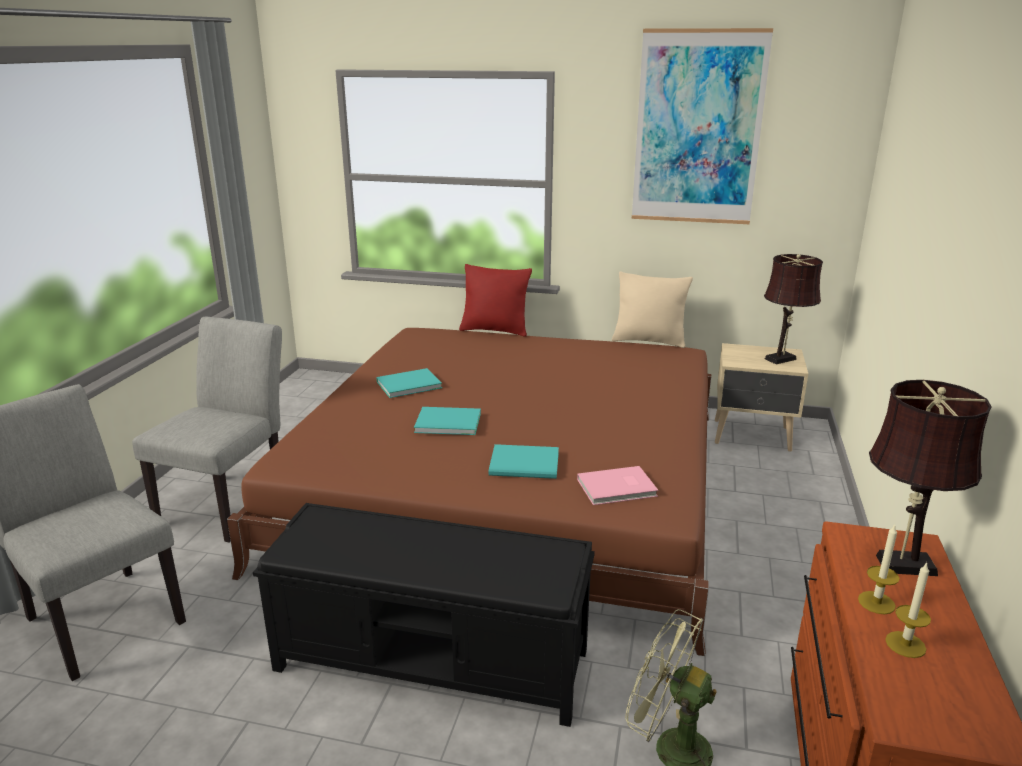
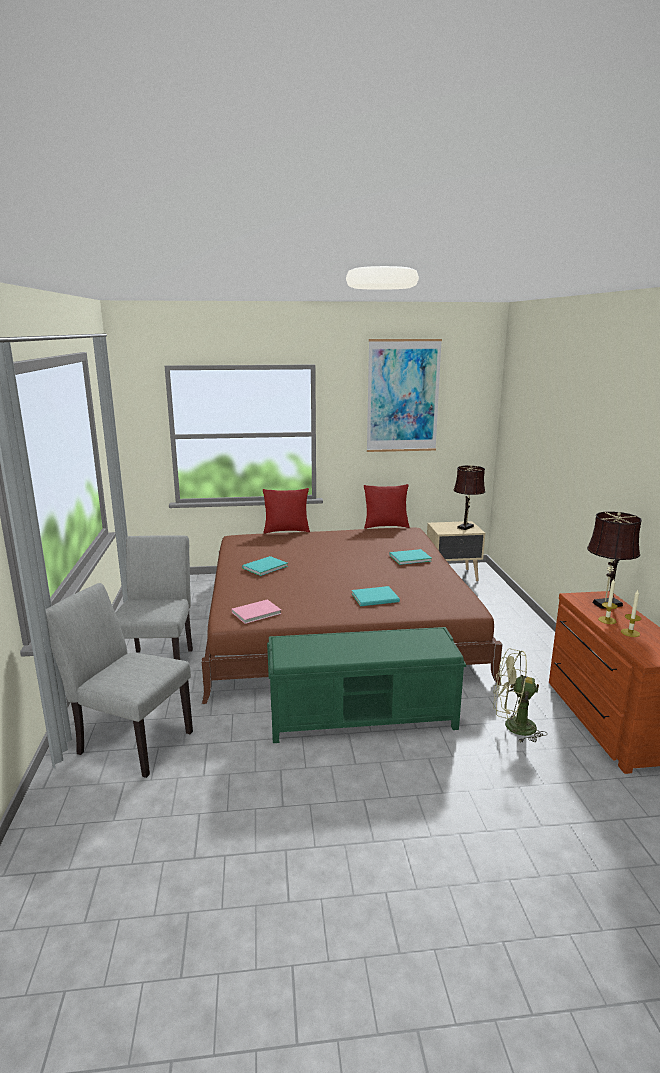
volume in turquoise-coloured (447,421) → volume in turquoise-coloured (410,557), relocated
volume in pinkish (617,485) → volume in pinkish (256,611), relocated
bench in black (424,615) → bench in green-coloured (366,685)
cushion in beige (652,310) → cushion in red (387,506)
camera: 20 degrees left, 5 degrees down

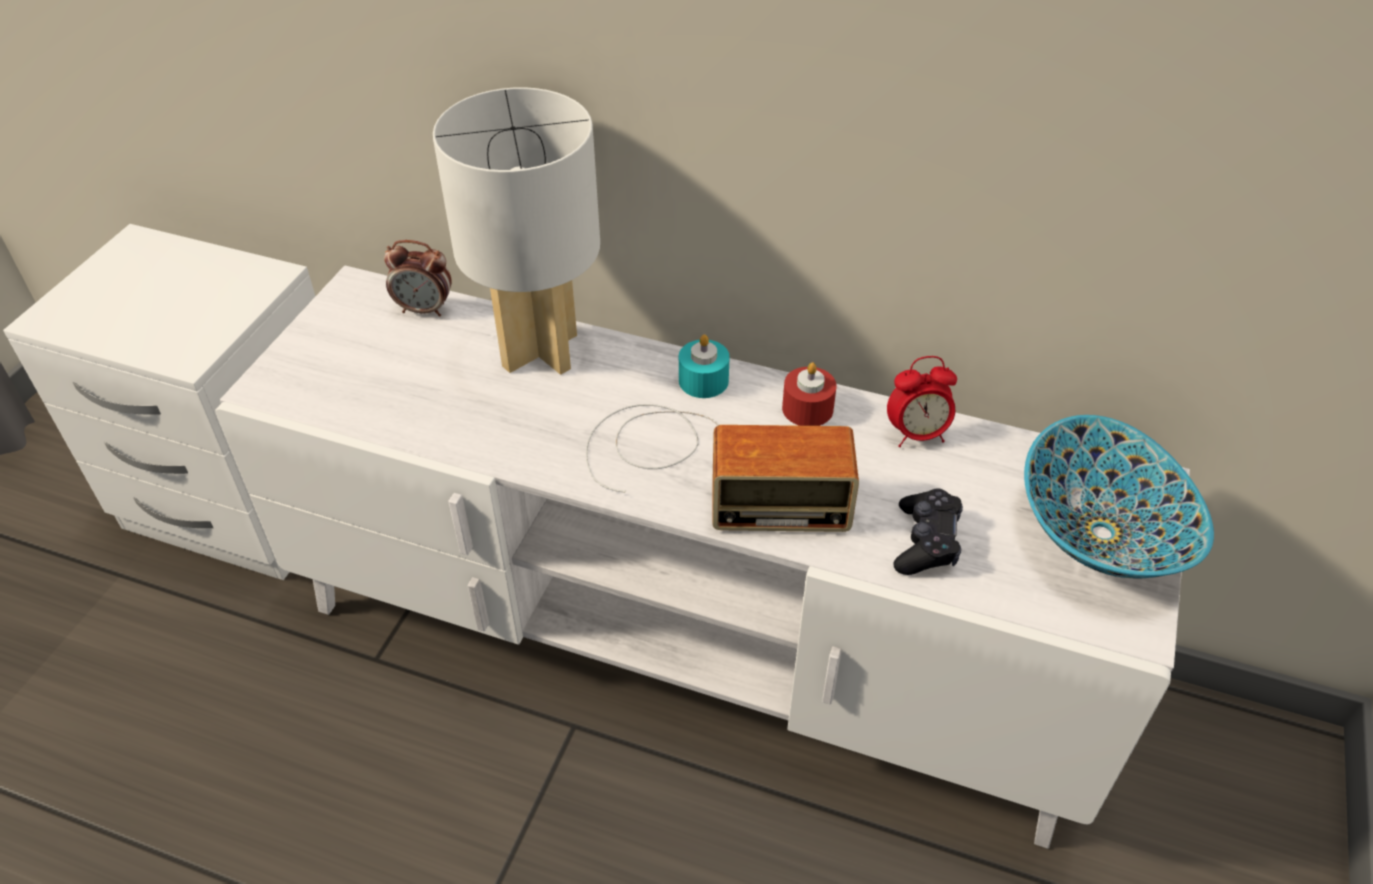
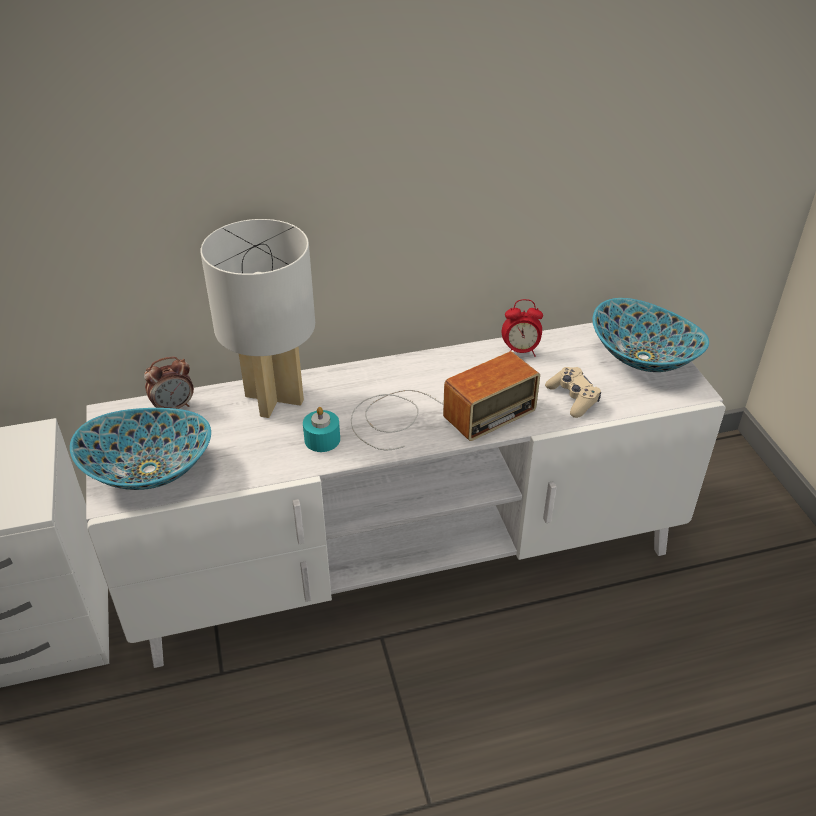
candle in red (809,394) → -
- → bowl (140,449)
candle in turquoise-coloured (704,366) → candle in turquoise-coloured (321,429), relocated
gamepad in black (928,531) → gamepad in beige (573,392)
bedside clock (922,401) → bedside clock (522,328), 45 degrees clockwise
camera: 35 degrees left, 5 degrees down

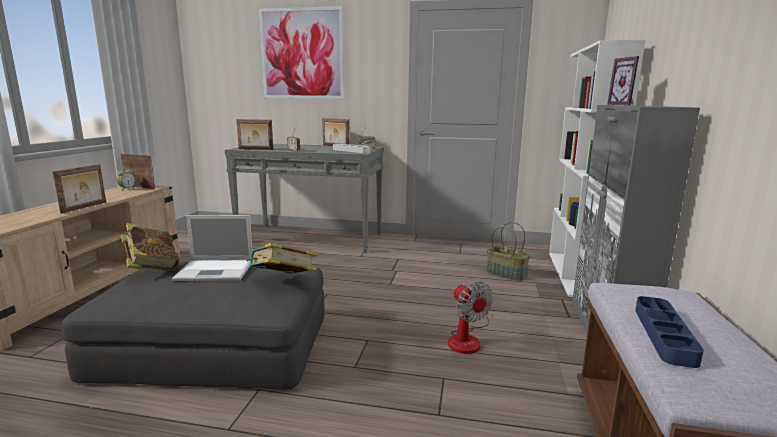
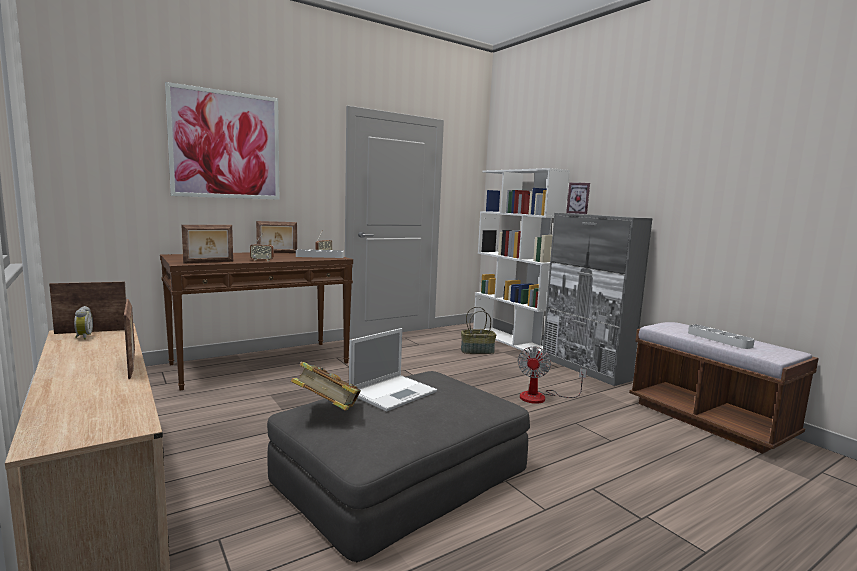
volume (282,258) → -
hall table in gray (304,198) → hall table in brown-coloured (256,321)
serving tray in bluish (669,332) → serving tray in gray (721,336)
fan (470,318) → fan (552,375), 90 degrees clockwise
camera: 45 degrees left, 5 degrees down

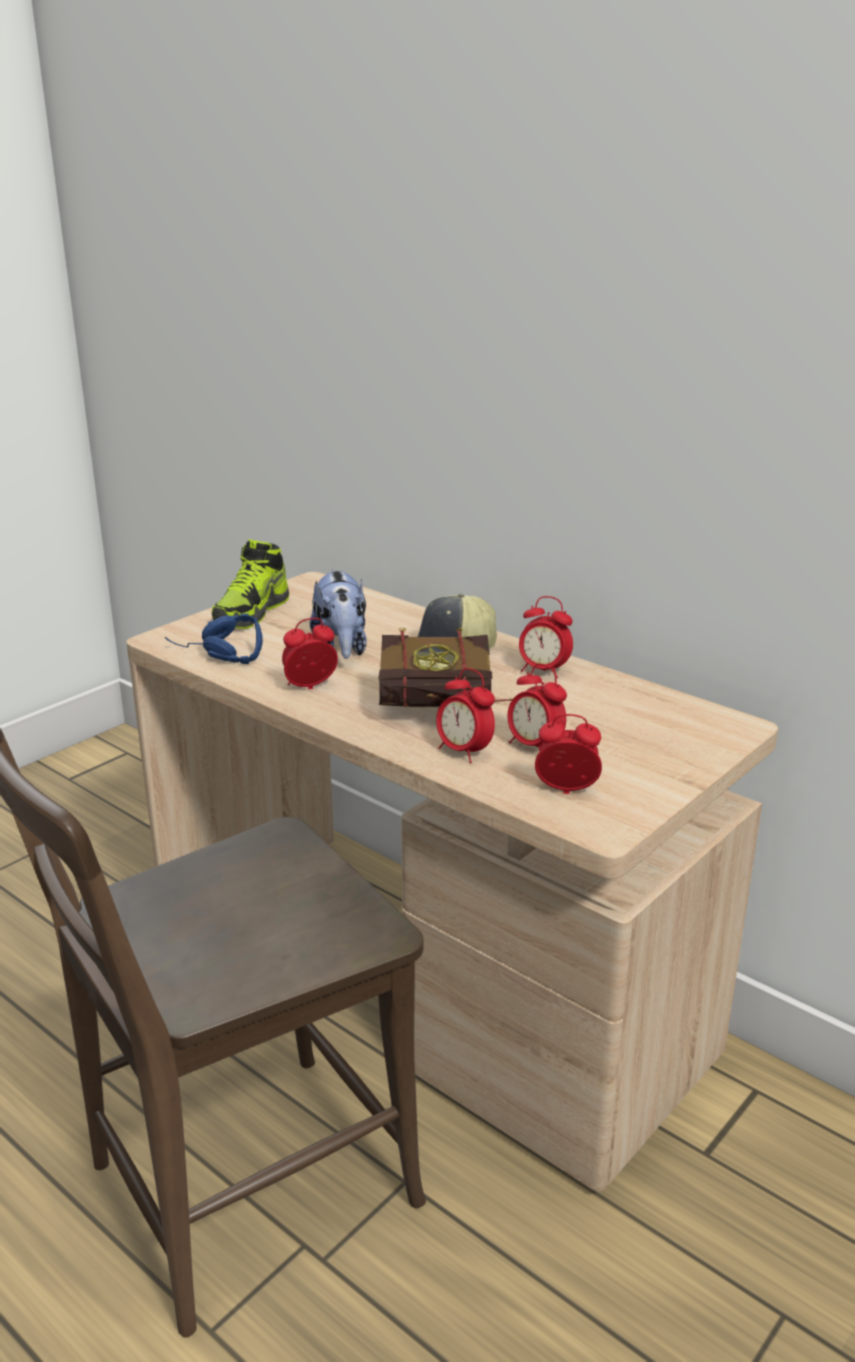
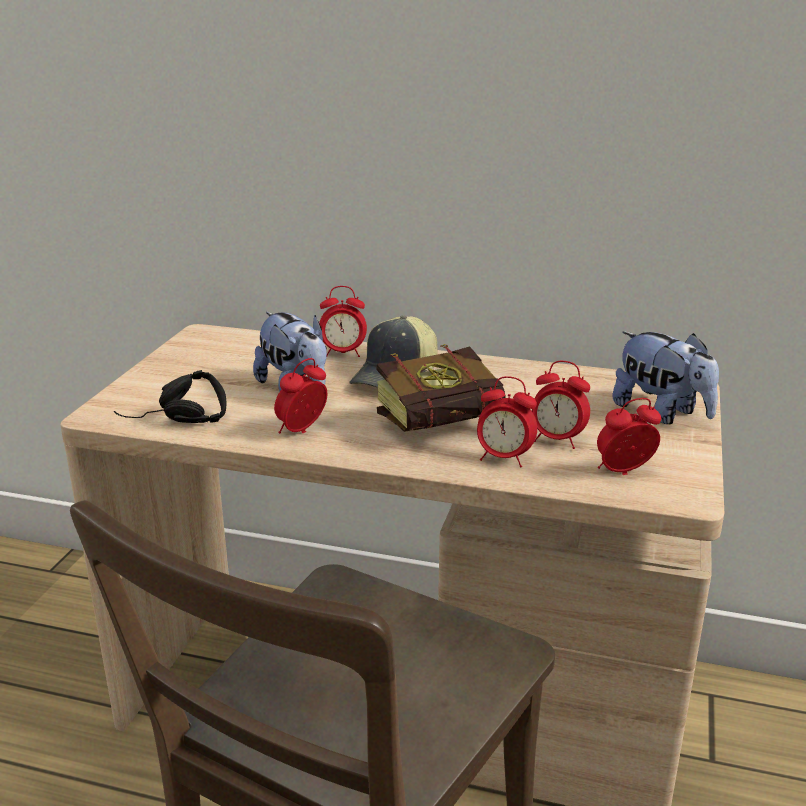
item of footwear (250,584) → -
- → cuddly toy (665,377)
bedside clock (546,637) → bedside clock (343,321), relocated
headset in bluish (214,638) → headset in black (170,396)
camera: 25 degrees left, 0 degrees up

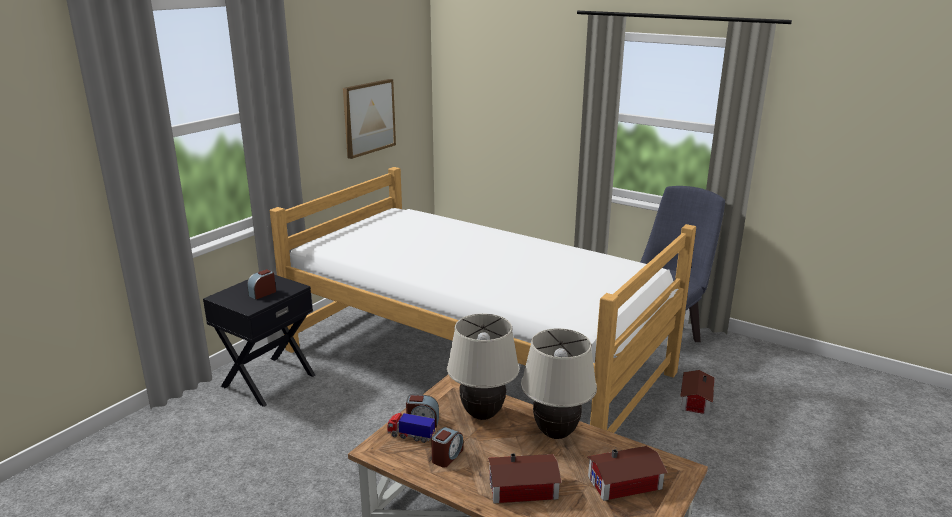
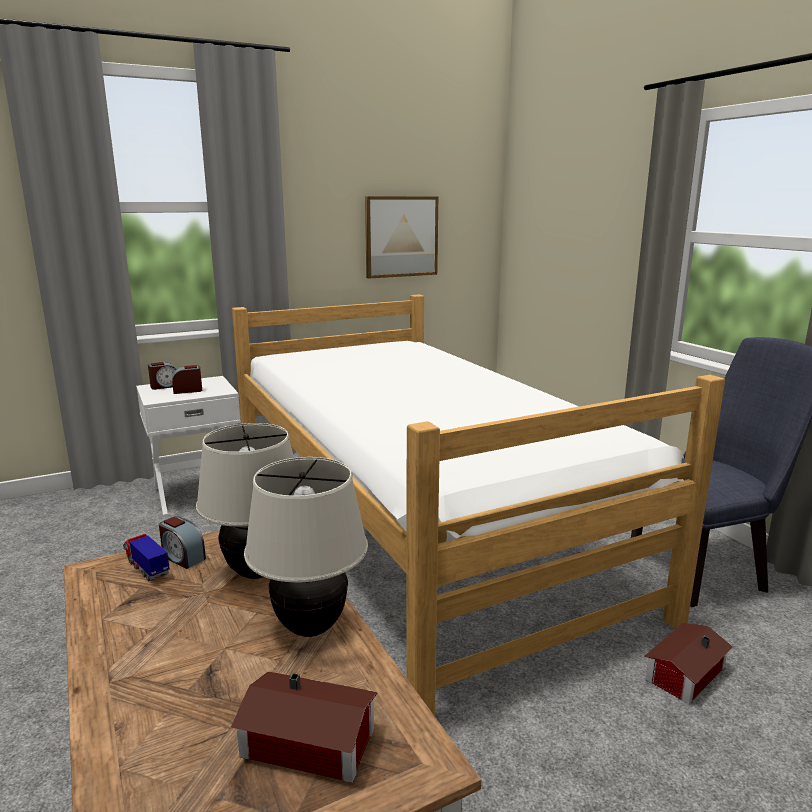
miniature house (525,478) → -
bedside clock (447,447) → bedside clock (162,376), relocated
night table in black (259,341) → night table in whitish (188,445)
camera: 30 degrees right, 5 degrees down

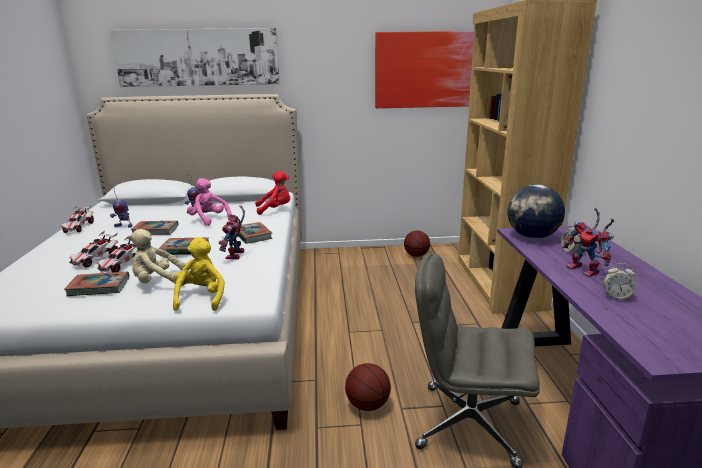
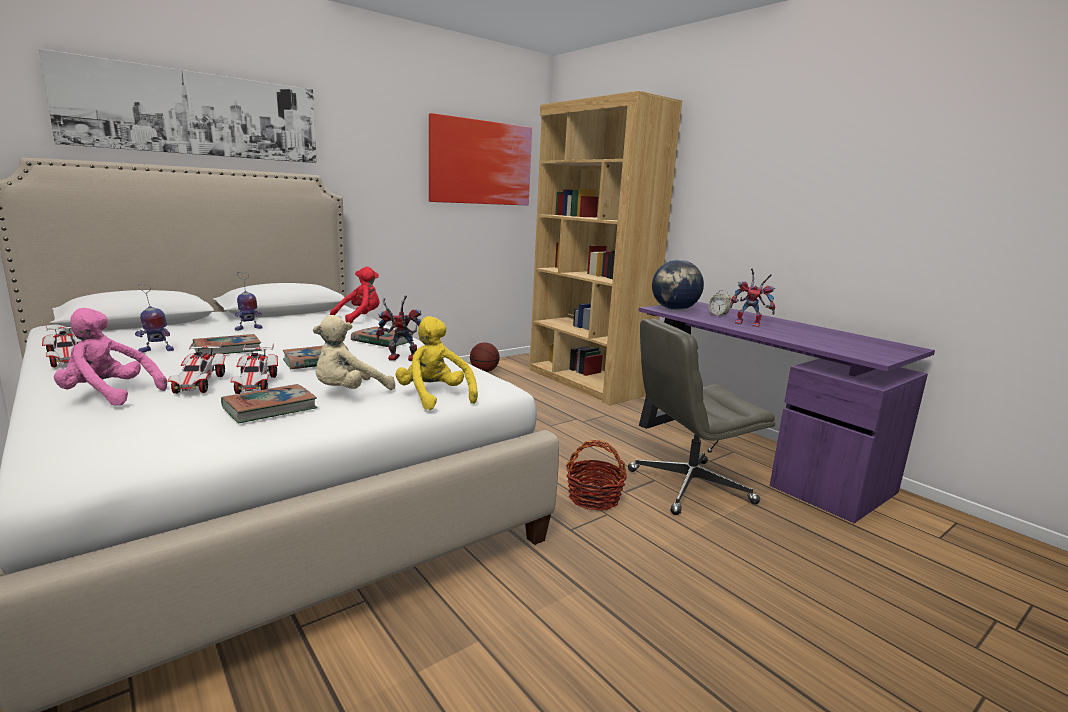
bedside clock (620,281) → -
cuddly toy in pinkish (209,202) → cuddly toy in pinkish (110,357), relocated
basketball ball (368,387) → household basket (596,475)
toy robot (231,232) → toy robot (399,328), 120 degrees clockwise
camera: 35 degrees left, 5 degrees down

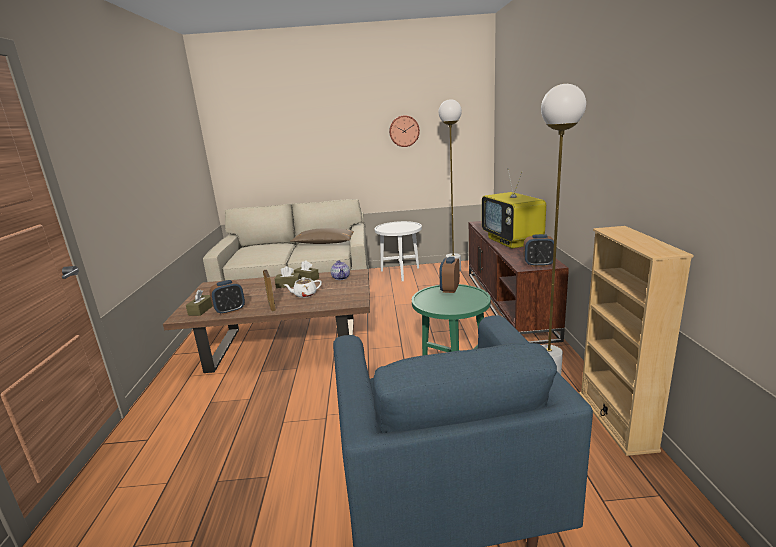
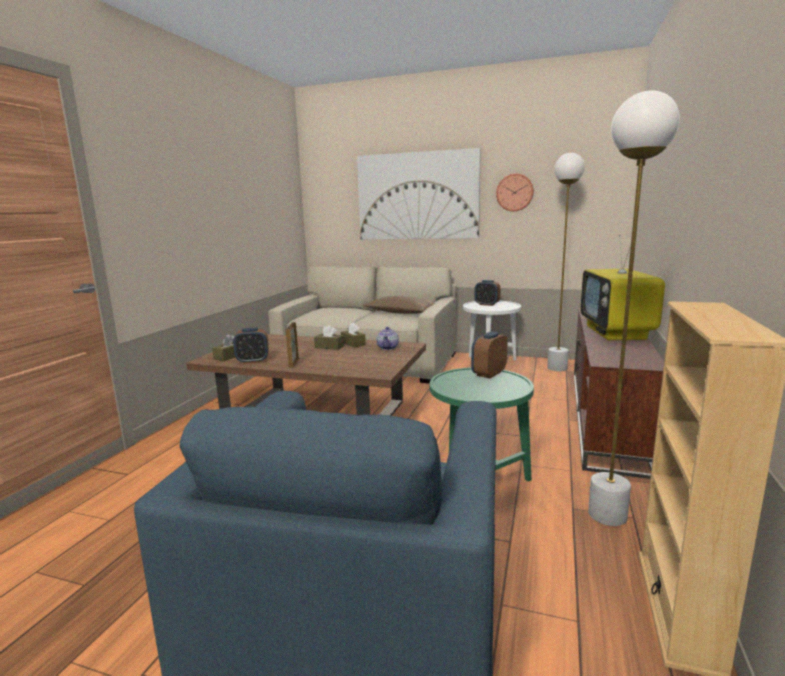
teapot in whitish (303,287) → -
- → wall art (419,193)
bedside clock (538,250) → bedside clock (487,293), relocated
camera: 20 degrees right, 5 degrees down

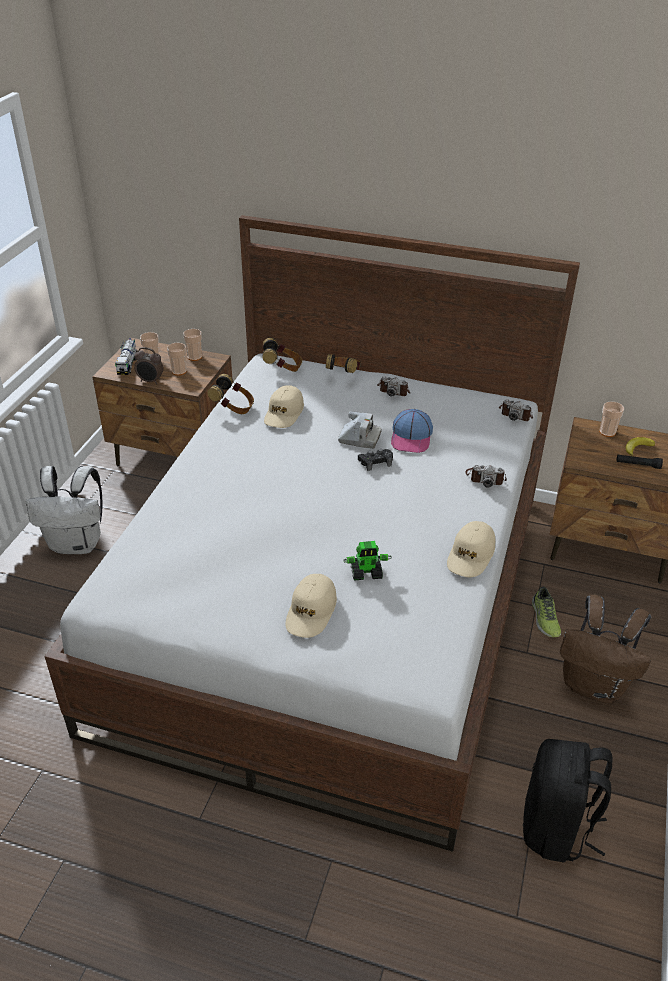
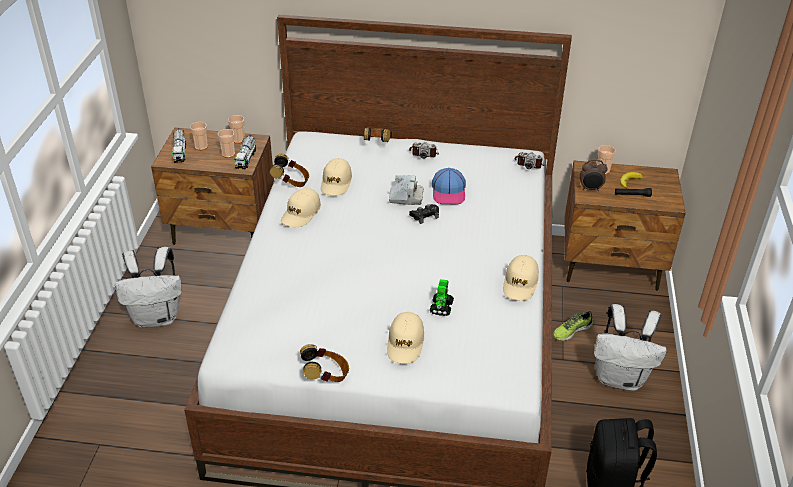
still camera (486,476) → -
- → toy truck (245,152)
- → baseball cap in beige (301,207)
bedside clock (149,365) → bedside clock (594,175), relocated
headset (282,355) → headset (324,363), relocated
knapsack in brown-coloured (605,649) → knapsack in whitish (630,347)
toy robot (367,561) → toy robot (442,297), 60 degrees counterclockwise
item of footwear (546,612) → item of footwear (573,326), 75 degrees clockwise
camera: 10 degrees left, 0 degrees up

